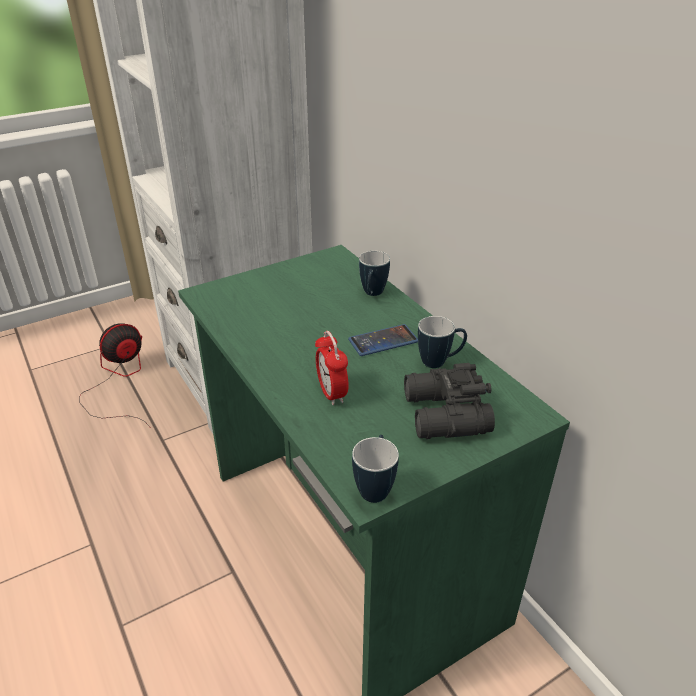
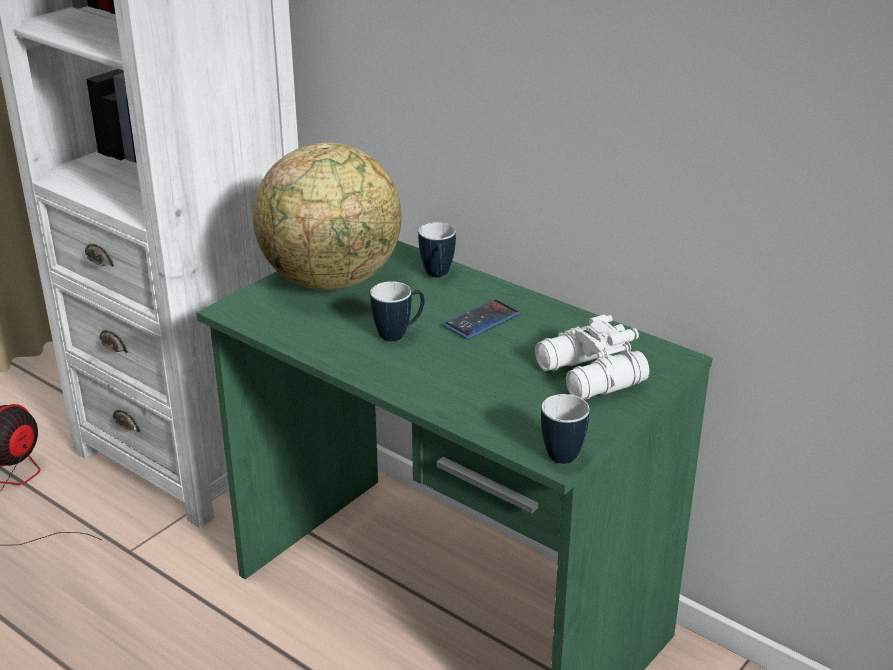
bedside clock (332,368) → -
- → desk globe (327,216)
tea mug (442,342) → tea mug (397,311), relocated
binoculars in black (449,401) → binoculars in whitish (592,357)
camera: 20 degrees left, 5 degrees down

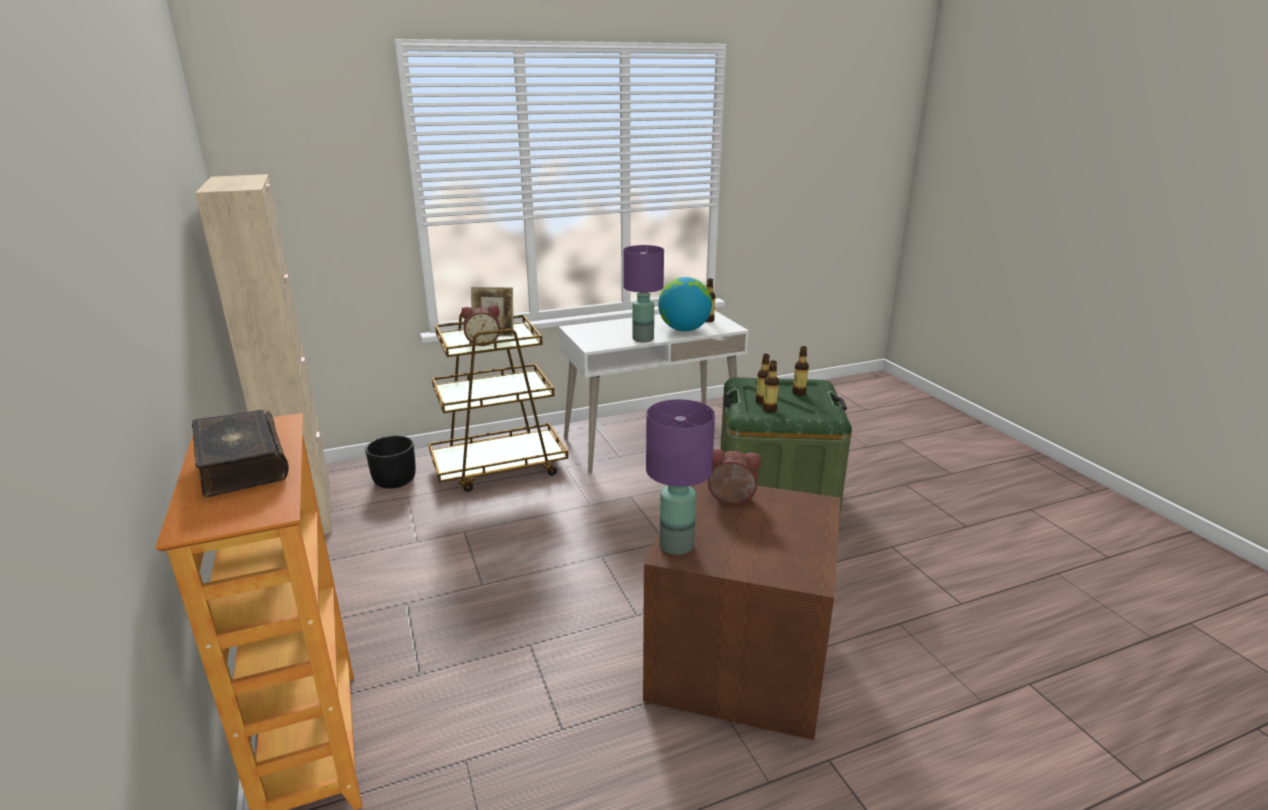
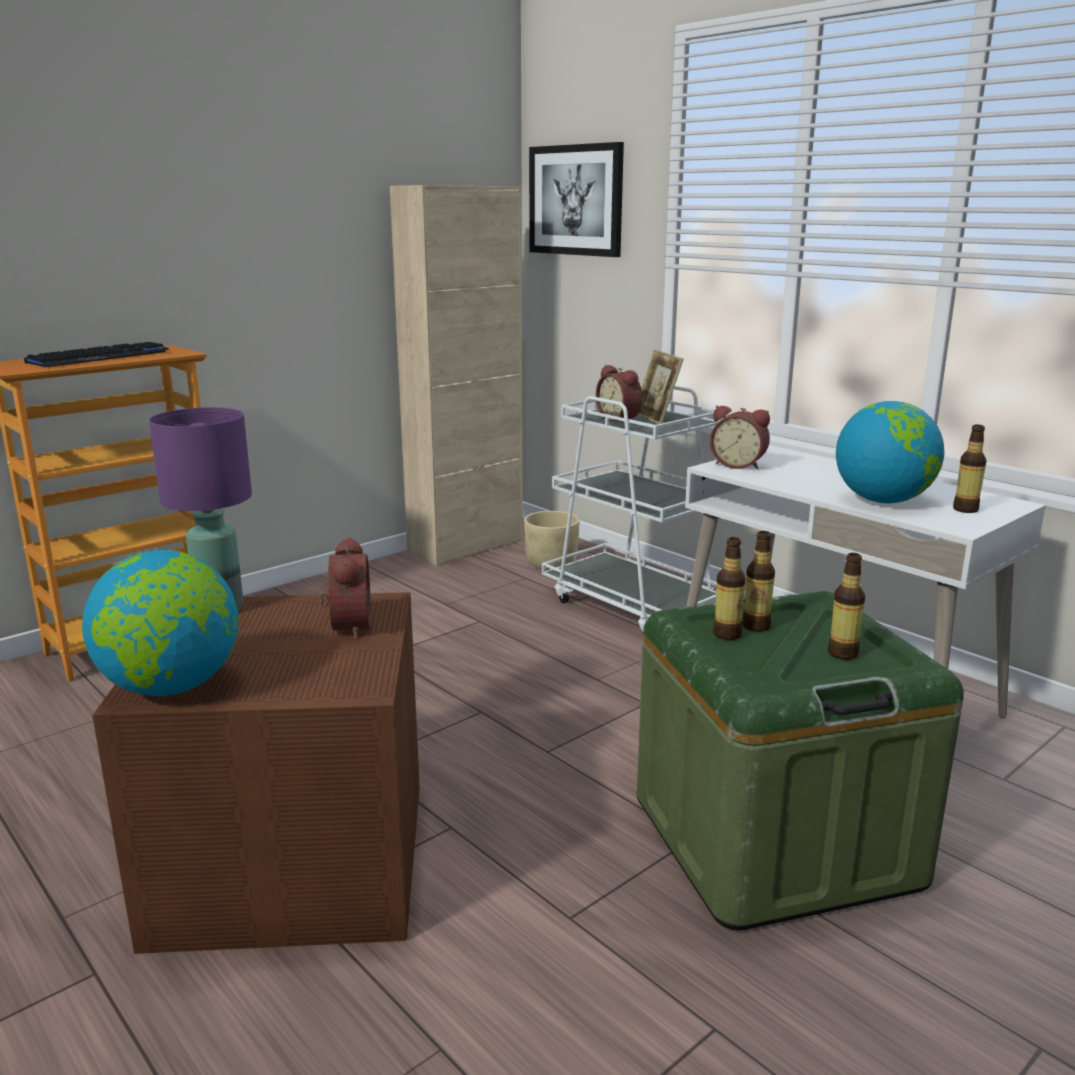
table lamp in purplish (643,293) → -
- → desk globe (160,623)
- → wall art (576,199)
- → bedside clock (740,437)
volume (240,453) → keyboard (97,354)
flower pot in black (390,462) → flower pot in beige (552,540)
cart in brown-coloured (498,403) → cart in whitish (632,509)
camera: 70 degrees right, 5 degrees down

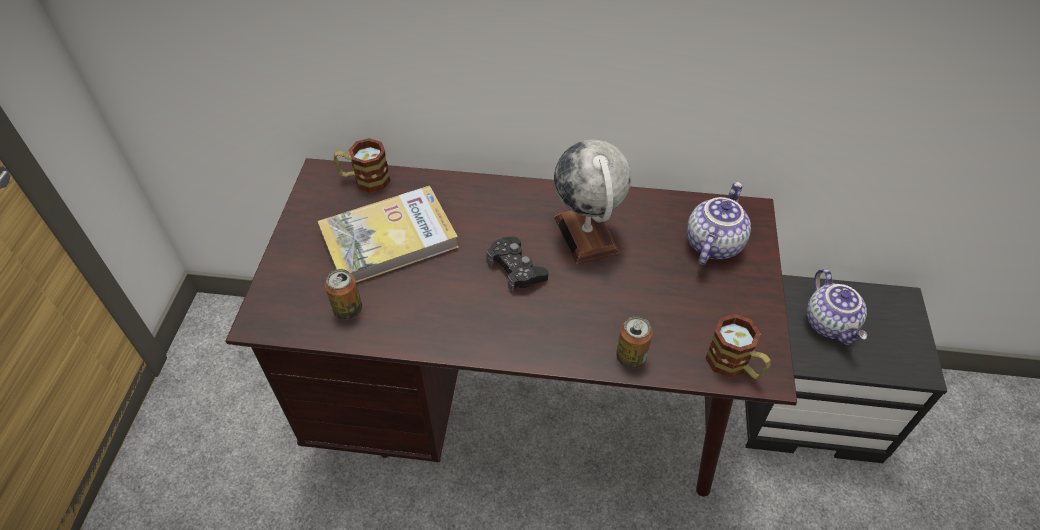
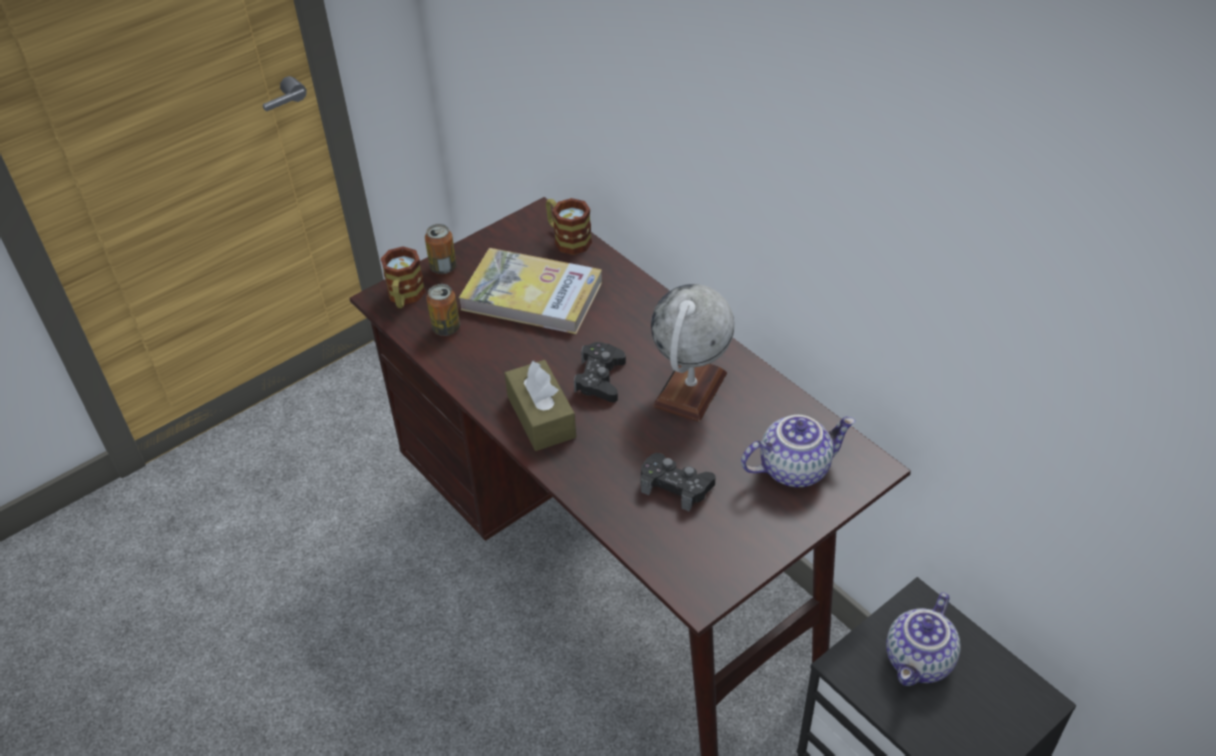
- → tissue box in brown-coloured (540,405)
- → gamepad in black (678,482)
can (634,342) → can (440,249), relocated
tea mug (738,347) → tea mug (403,277), relocated
camera: 45 degrees right, 5 degrees down

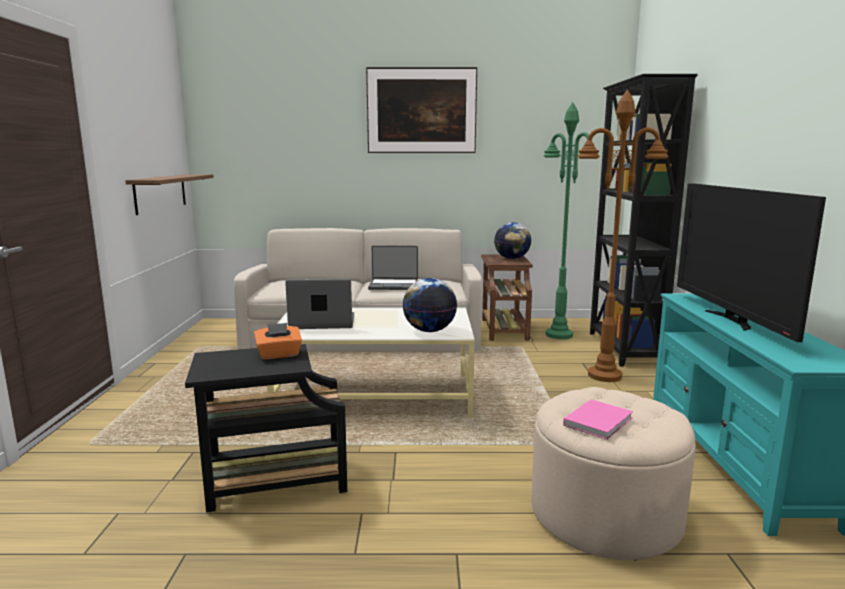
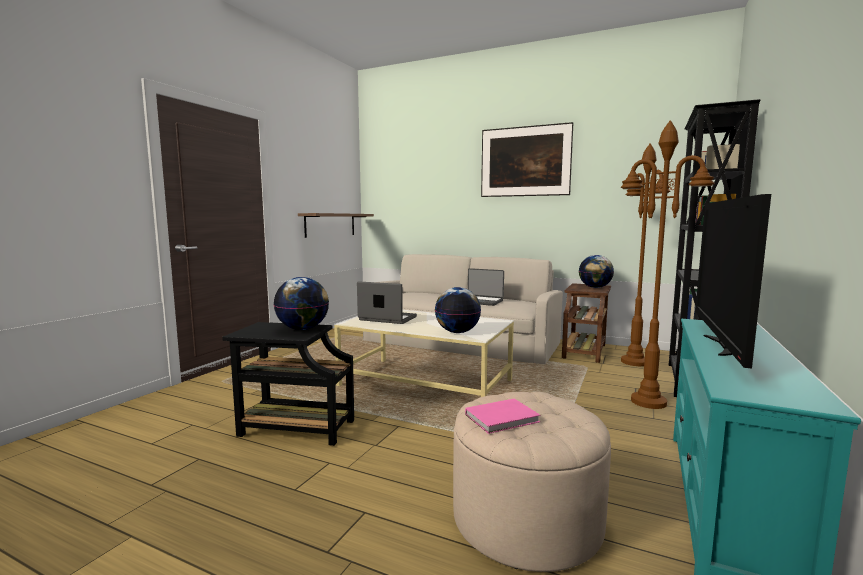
tissue box in orangey (278,341) → desk globe (301,303)
standard lamp in green-coloured (566,220) → standard lamp in brown-coloured (645,254)
camera: 25 degrees right, 5 degrees down

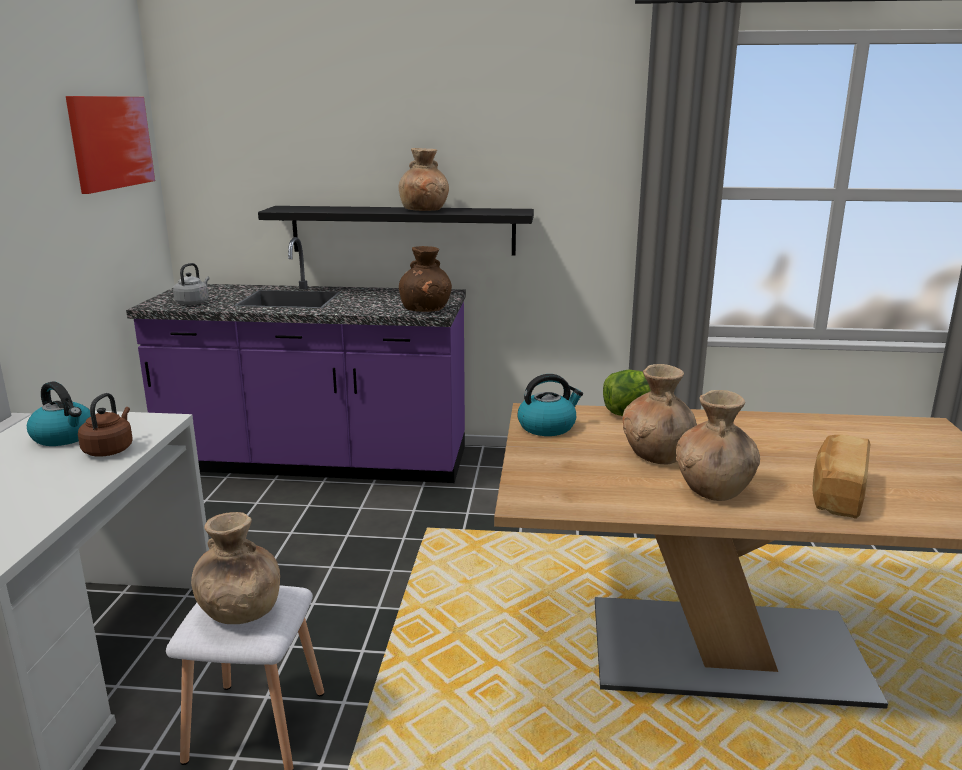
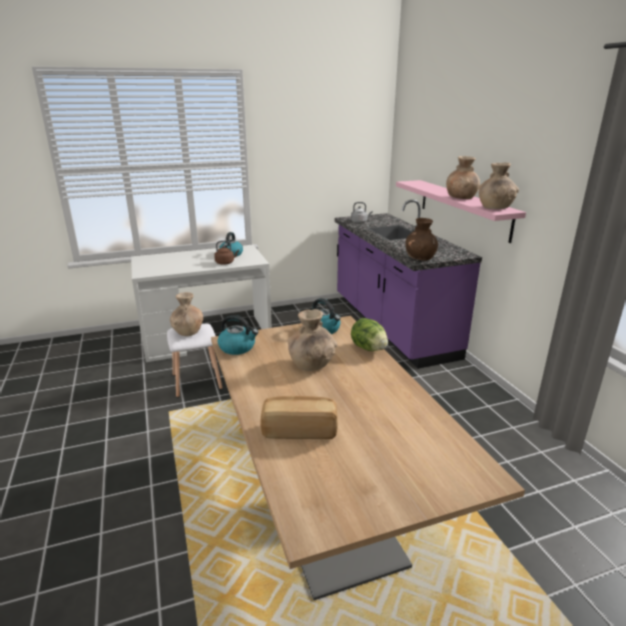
wall art (110,145) → -
- → water kettle (238,335)
flower vase in brown-coloured (718,445) → flower vase in brown-coloured (499,186), relocated
bracket shelf in black (396,231) → bracket shelf in pinkish (461,211)
camera: 65 degrees right, 5 degrees up

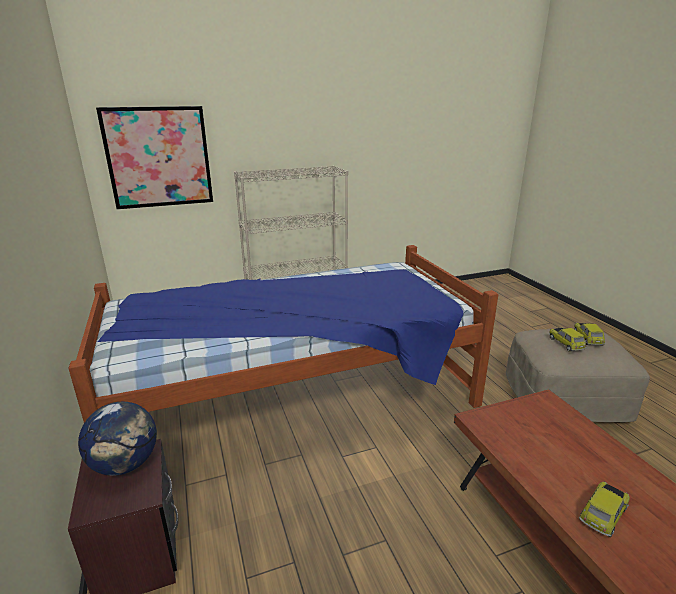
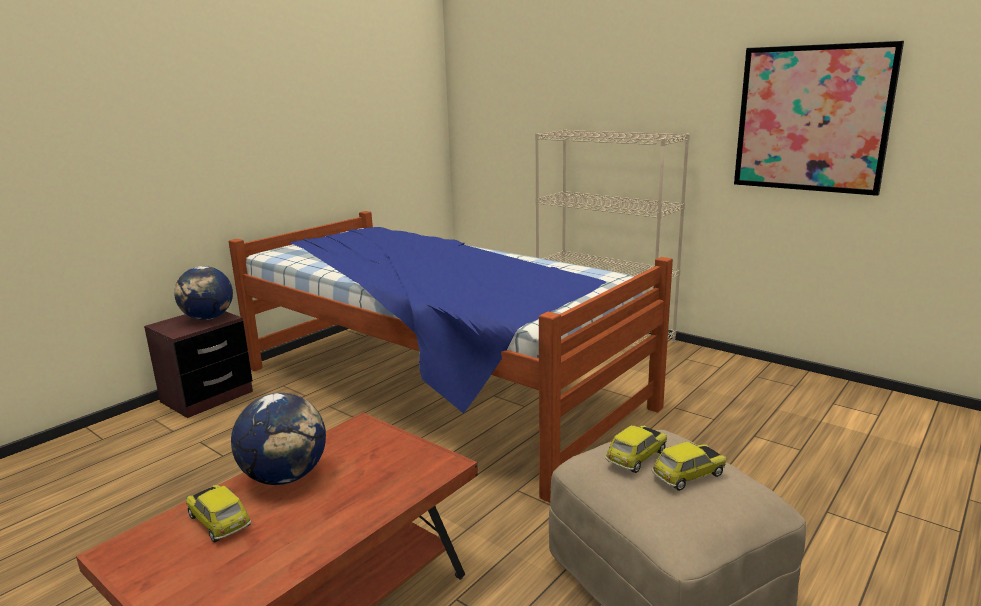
- → desk globe (278,439)
wall art (154,157) → wall art (819,118), relocated
model car (604,509) → model car (218,513), 150 degrees counterclockwise
camera: 60 degrees right, 5 degrees down

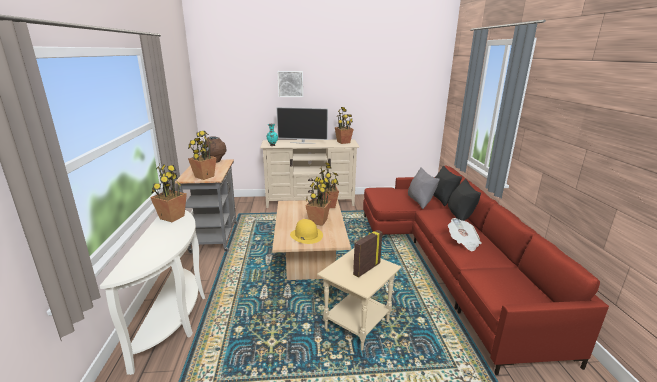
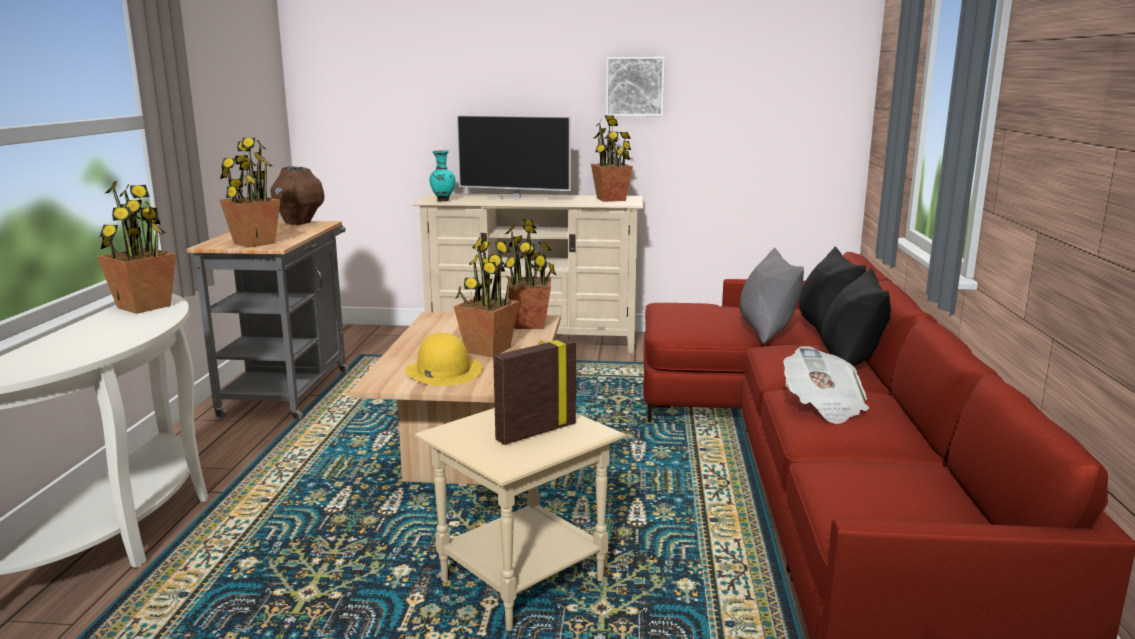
wall art (290,84) → wall art (635,86), relocated
camera: 10 degrees right, 5 degrees down

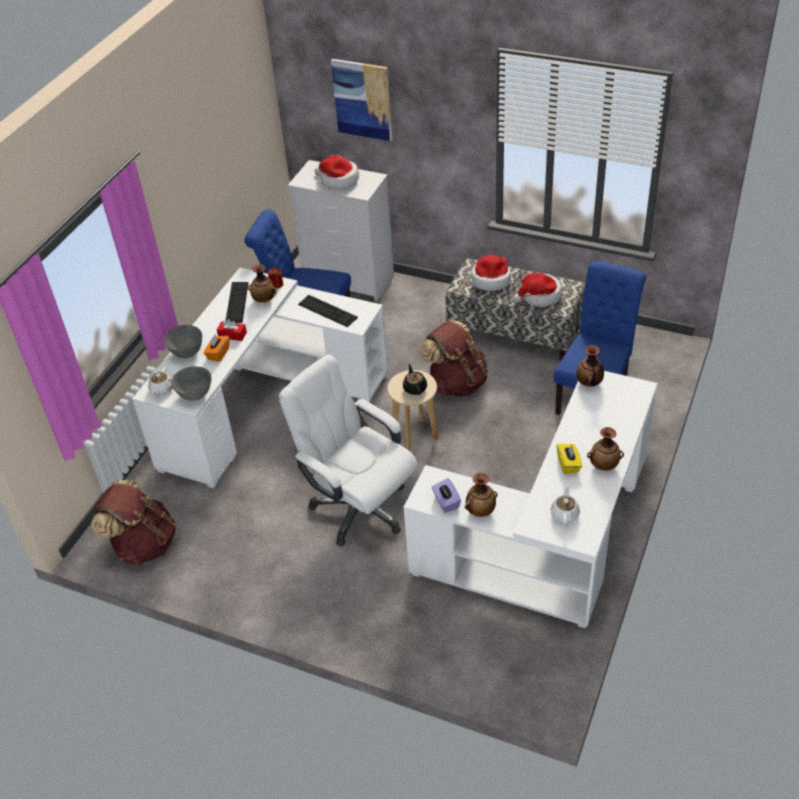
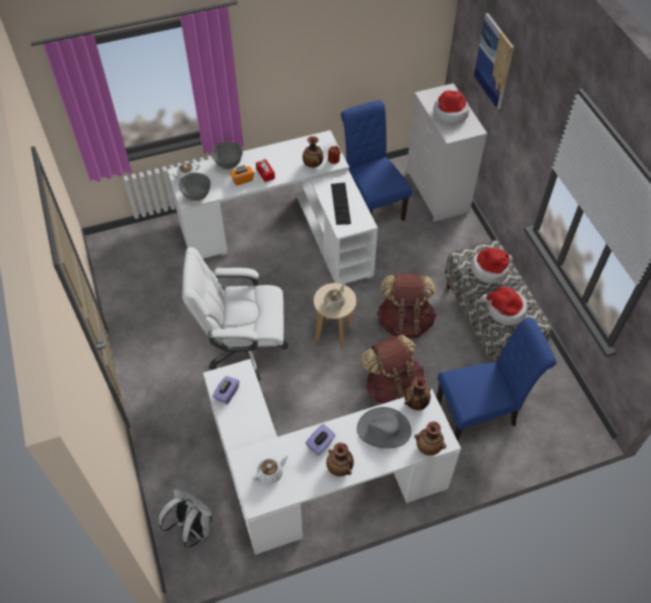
keyboard (237,302) → -
- → knapsack in whitish (187,517)
- → hat in gray (384,428)
knapsack in brown-coloured (134,522) → knapsack in brown-coloured (392,369), relocated
flower vase (481,495) → flower vase (430,439), relocated
teapot in black (415,379) → teapot in beige (334,296)
tissue box in yellow-coloured (569,459) → tissue box in purplish (321,439)
office chair in whitish (348,450) → office chair in whitish (235,314), 90 degrees counterclockwise
camera: 45 degrees right, 10 degrees up

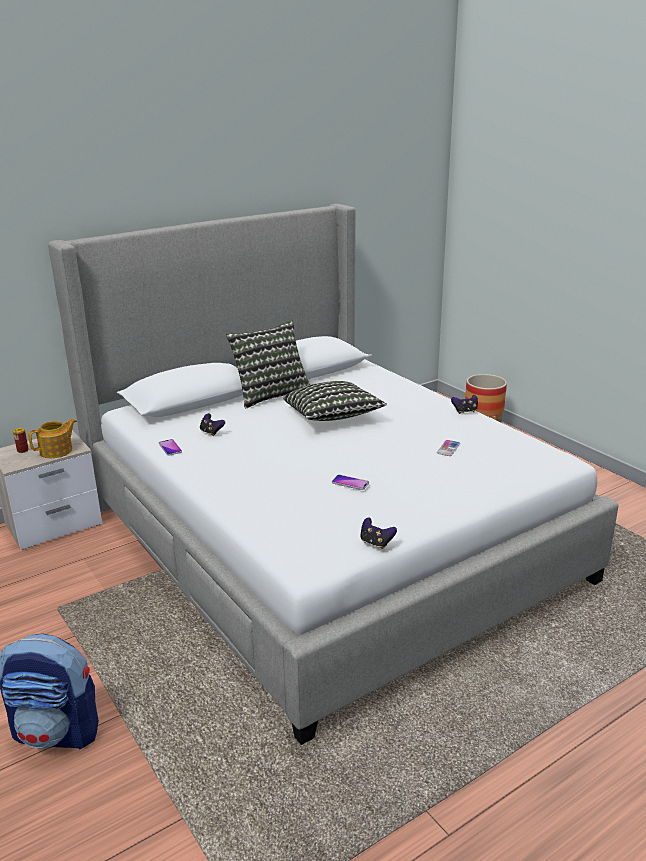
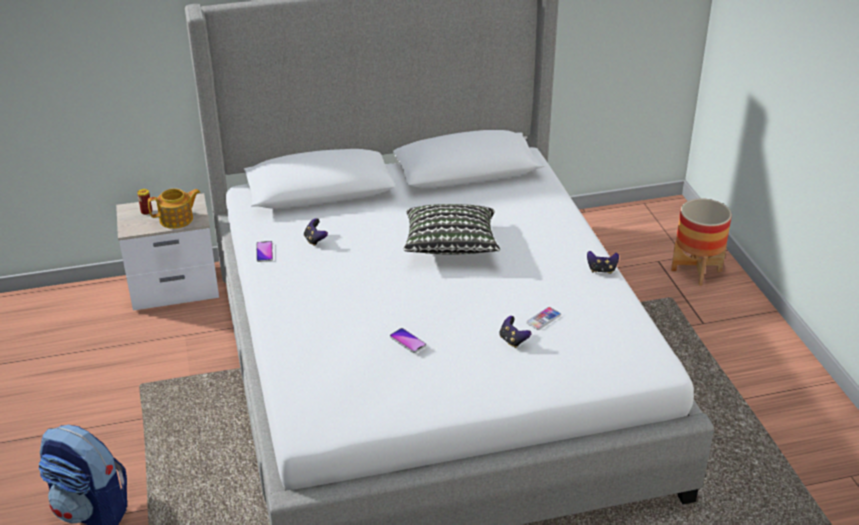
cushion (268,364) → -
gamepad (378,533) → gamepad (515,332), relocated
camera: 20 degrees right, 10 degrees up

